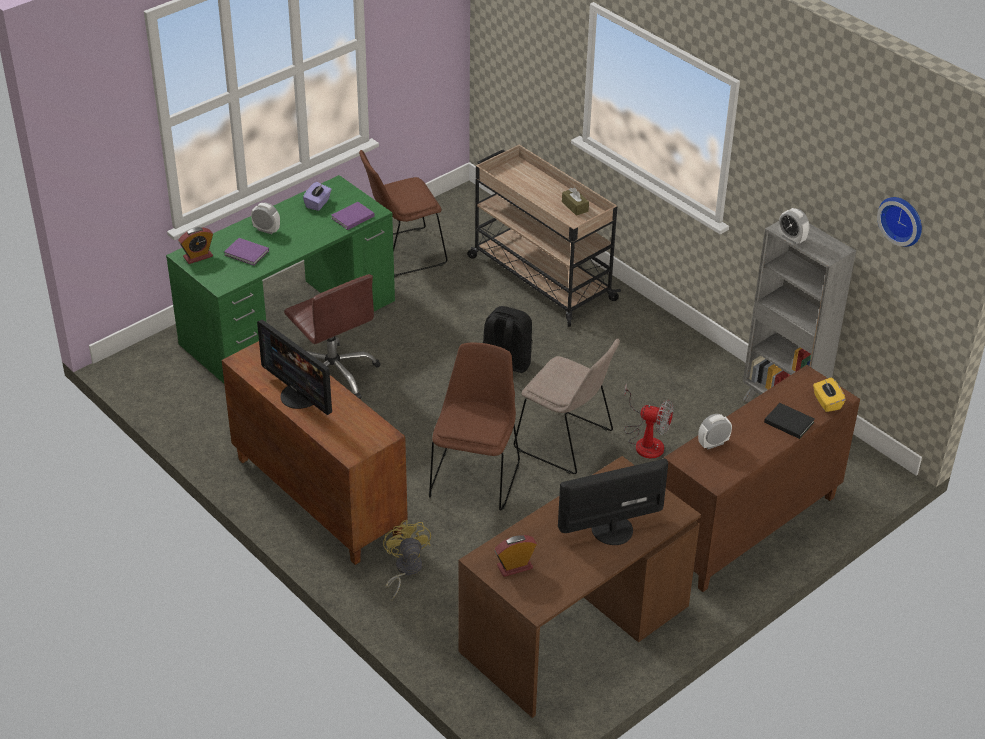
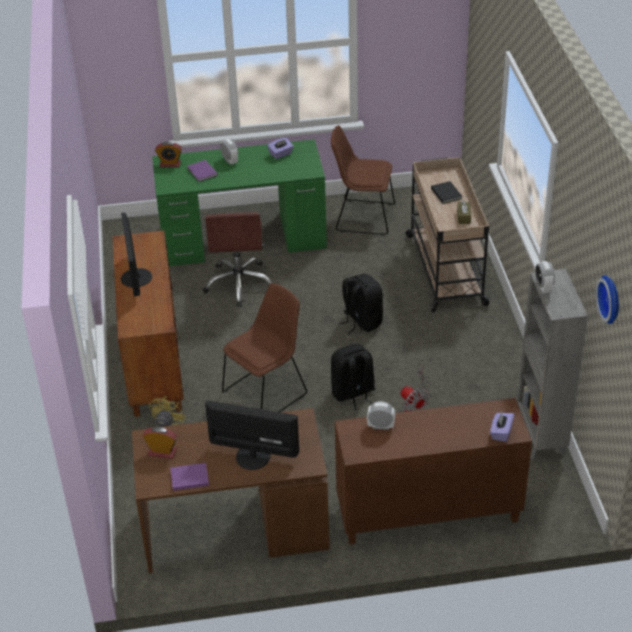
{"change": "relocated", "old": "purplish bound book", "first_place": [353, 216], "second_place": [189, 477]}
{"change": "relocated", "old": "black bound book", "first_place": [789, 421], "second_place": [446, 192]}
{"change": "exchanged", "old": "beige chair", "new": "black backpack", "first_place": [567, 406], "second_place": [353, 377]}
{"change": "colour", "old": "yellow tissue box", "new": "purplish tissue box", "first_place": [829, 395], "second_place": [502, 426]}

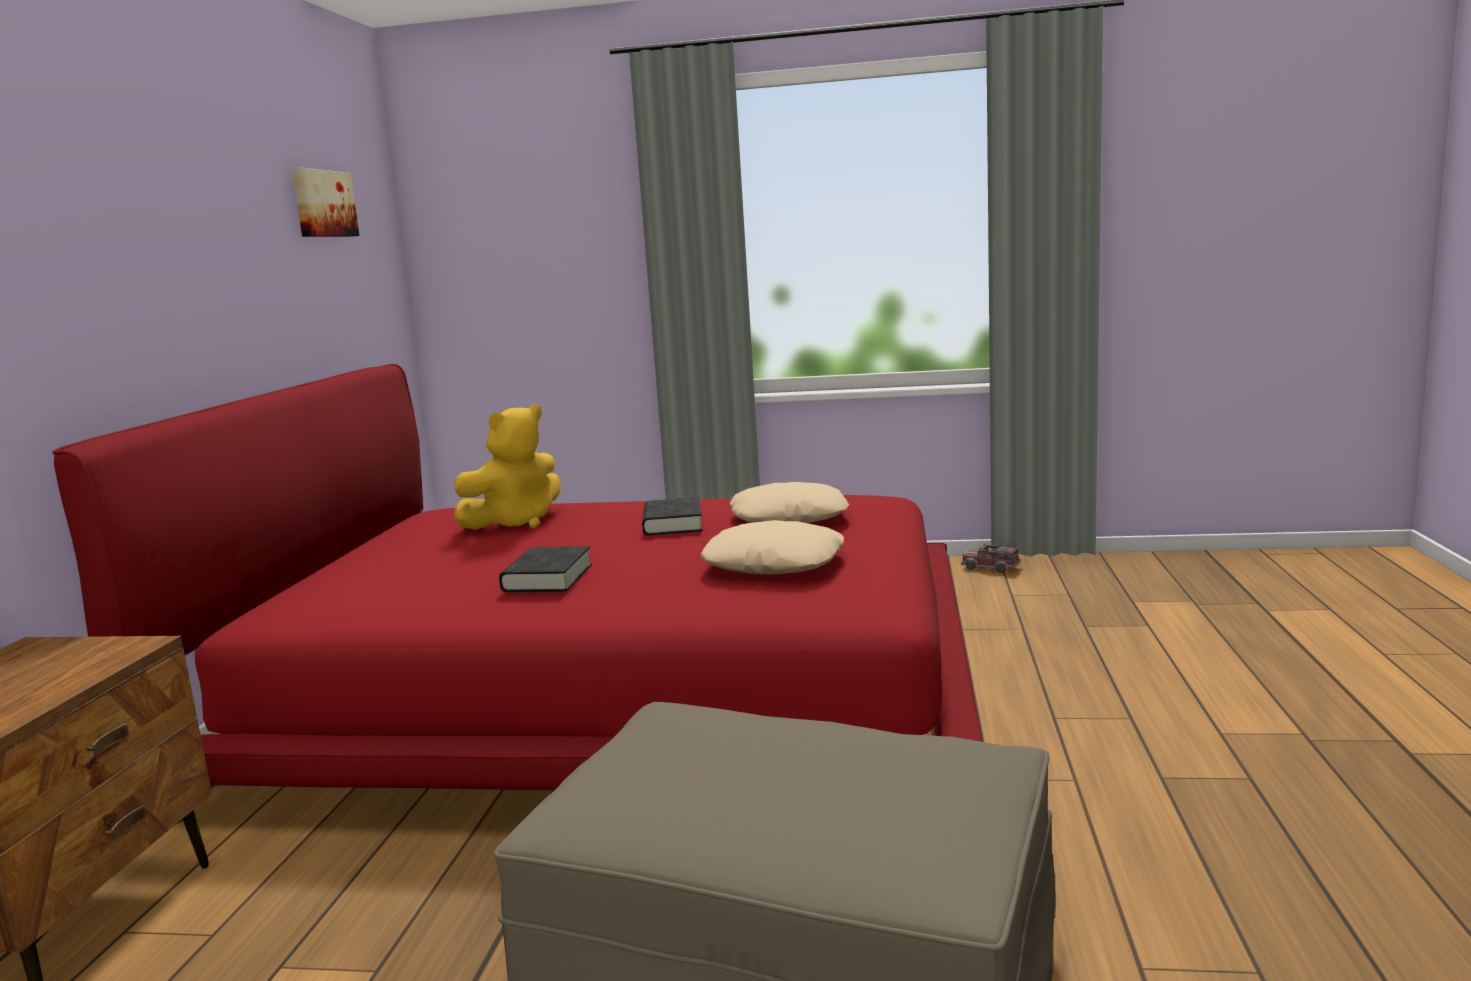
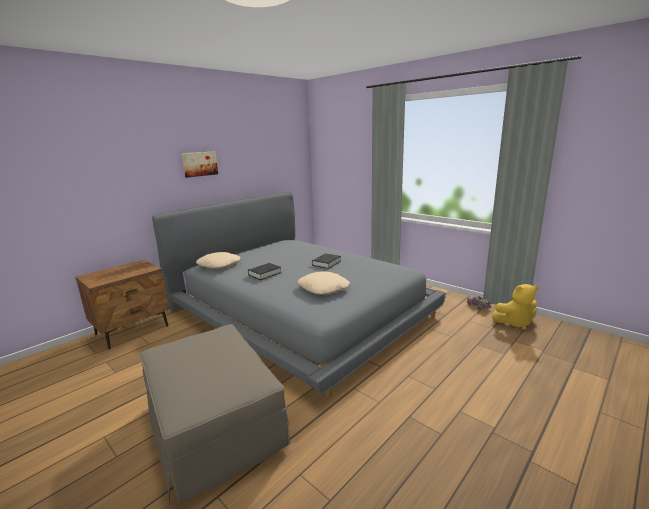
{"change": "relocated", "old": "wall picture", "first_place": [326, 202], "second_place": [200, 164]}
{"change": "relocated", "old": "yellow plush toy", "first_place": [507, 467], "second_place": [515, 307]}
{"change": "relocated", "old": "beige pillow", "first_place": [789, 502], "second_place": [218, 260]}
{"change": "colour", "old": "red-coloured bed", "new": "grey bed", "first_place": [517, 577], "second_place": [299, 295]}

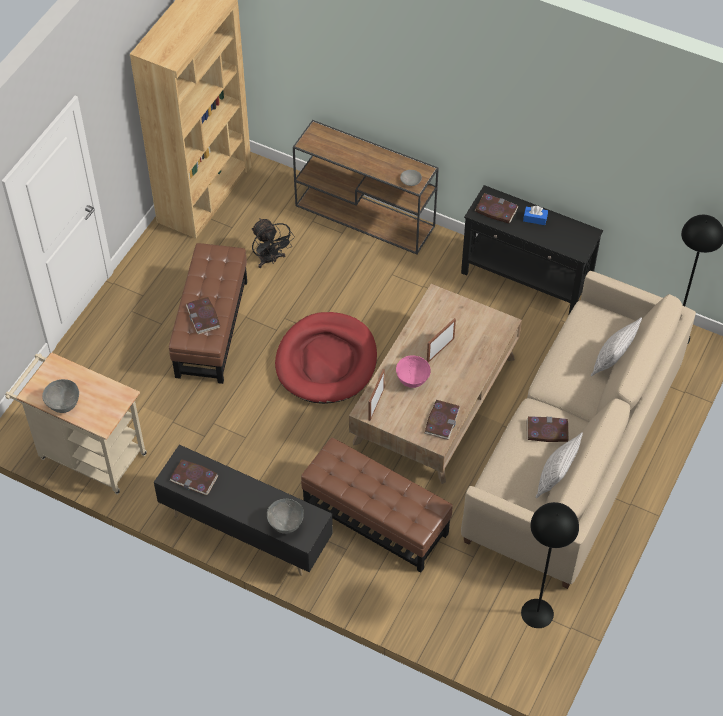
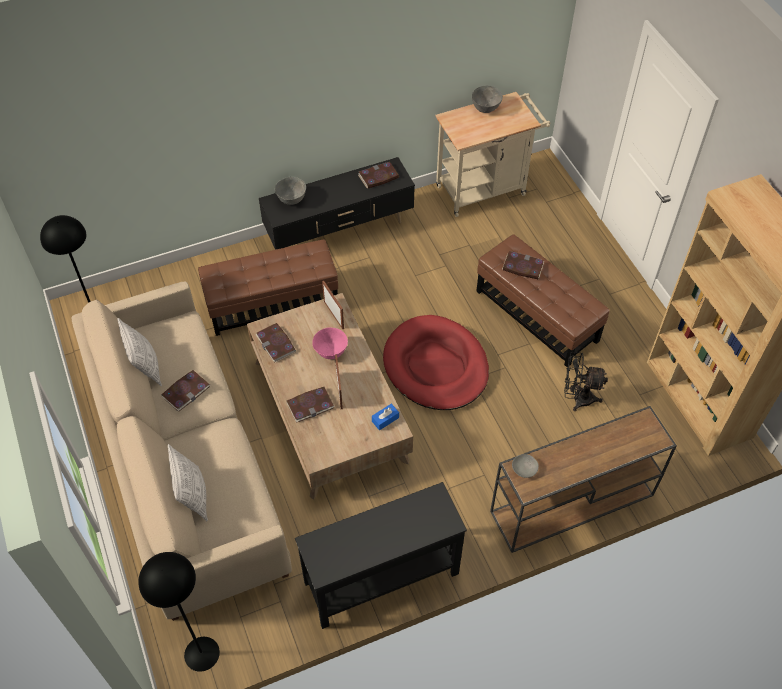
{"change": "relocated", "old": "bound book", "first_place": [497, 208], "second_place": [310, 405]}
{"change": "relocated", "old": "bluish tissue box", "first_place": [535, 215], "second_place": [385, 417]}

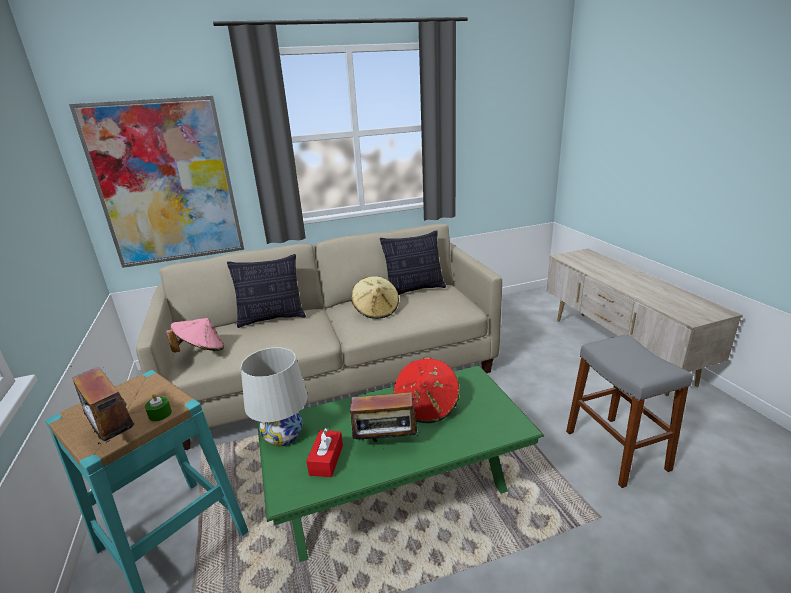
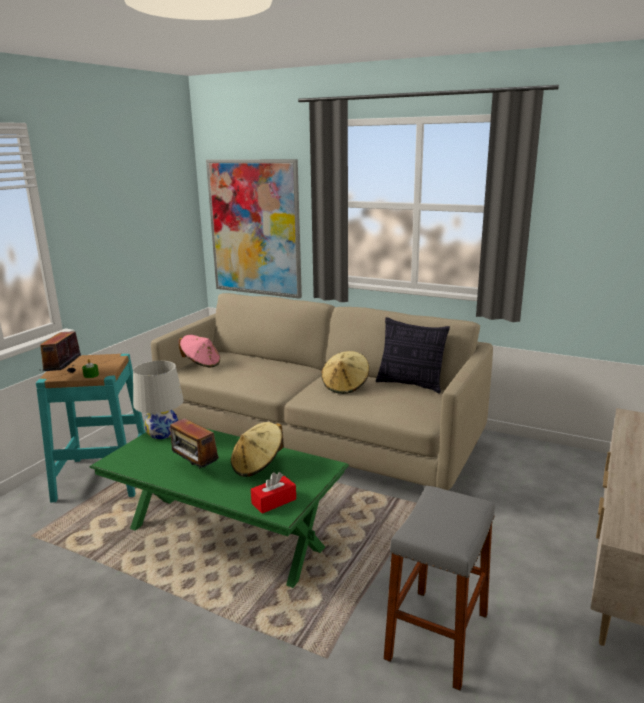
{"change": "missing", "old": "pillow", "first_place": [266, 291]}
{"change": "relocated", "old": "red-coloured tissue box", "first_place": [324, 452], "second_place": [273, 493]}
{"change": "colour", "old": "red-coloured clothing hat", "new": "beige clothing hat", "first_place": [426, 390], "second_place": [257, 449]}

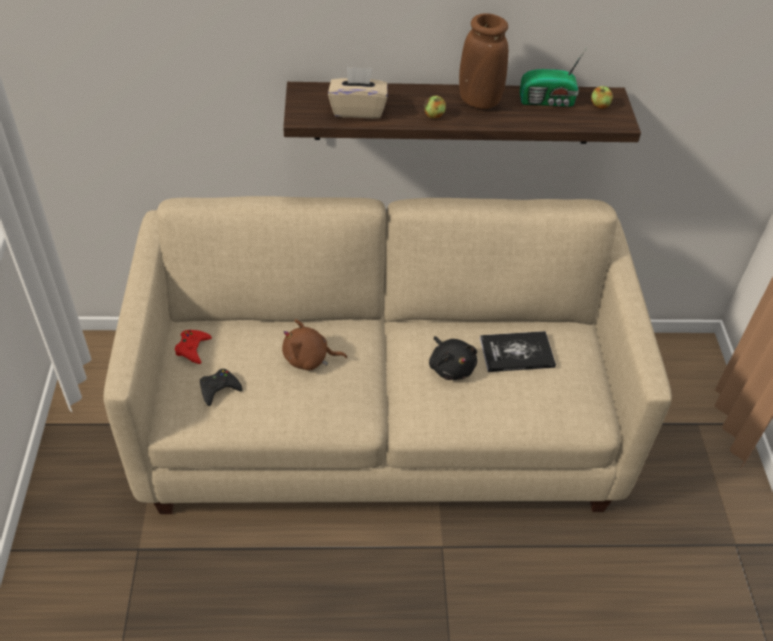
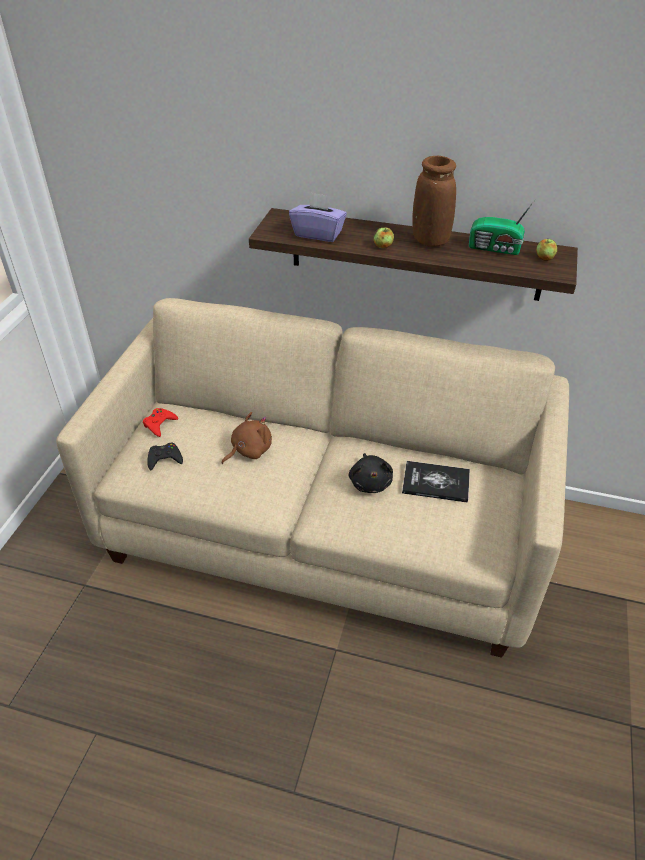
{"change": "colour", "old": "beige tissue box", "new": "purplish tissue box", "first_place": [358, 93], "second_place": [318, 217]}
{"change": "spun", "old": "brown-coloured plush toy", "first_place": [314, 345], "second_place": [246, 438], "degrees": 120}

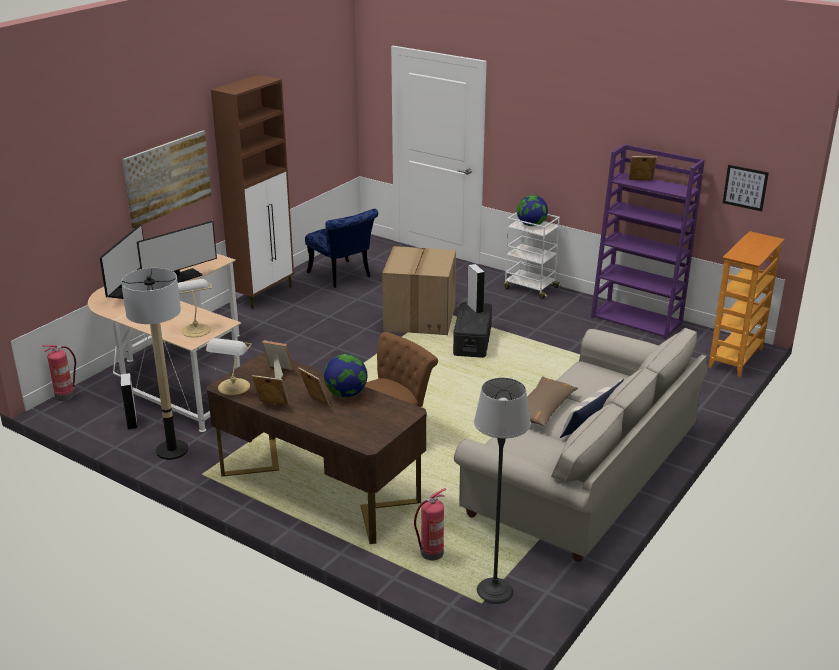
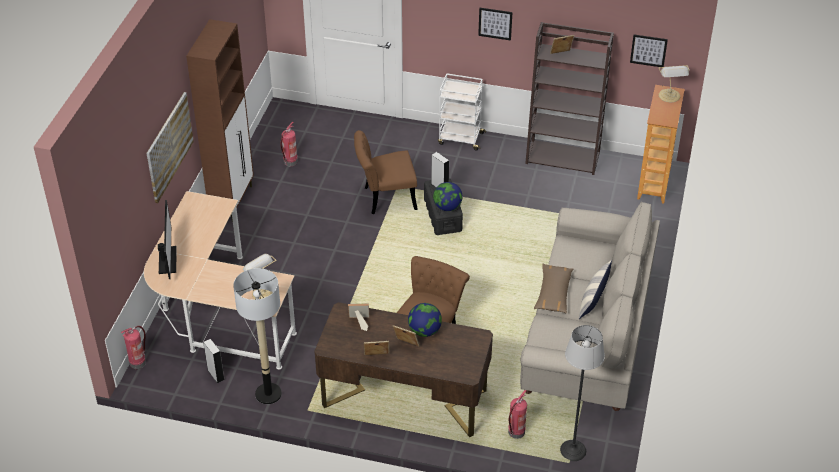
{"change": "missing", "old": "monitor", "first_place": [177, 252]}
{"change": "appeared", "new": "wall picture", "second_place": [495, 24]}
{"change": "relocated", "old": "table lamp", "first_place": [229, 366], "second_place": [674, 83]}
{"change": "relocated", "old": "world globe", "first_place": [532, 210], "second_place": [448, 196]}
{"change": "exchanged", "old": "bluish chair", "new": "fire extinguisher", "first_place": [341, 248], "second_place": [289, 144]}
{"change": "exchanged", "old": "cardboard box", "new": "brown-coloured chair", "first_place": [419, 290], "second_place": [386, 172]}
{"change": "colour", "old": "purplish bookcase", "new": "brown-coloured bookcase", "first_place": [648, 241], "second_place": [569, 98]}

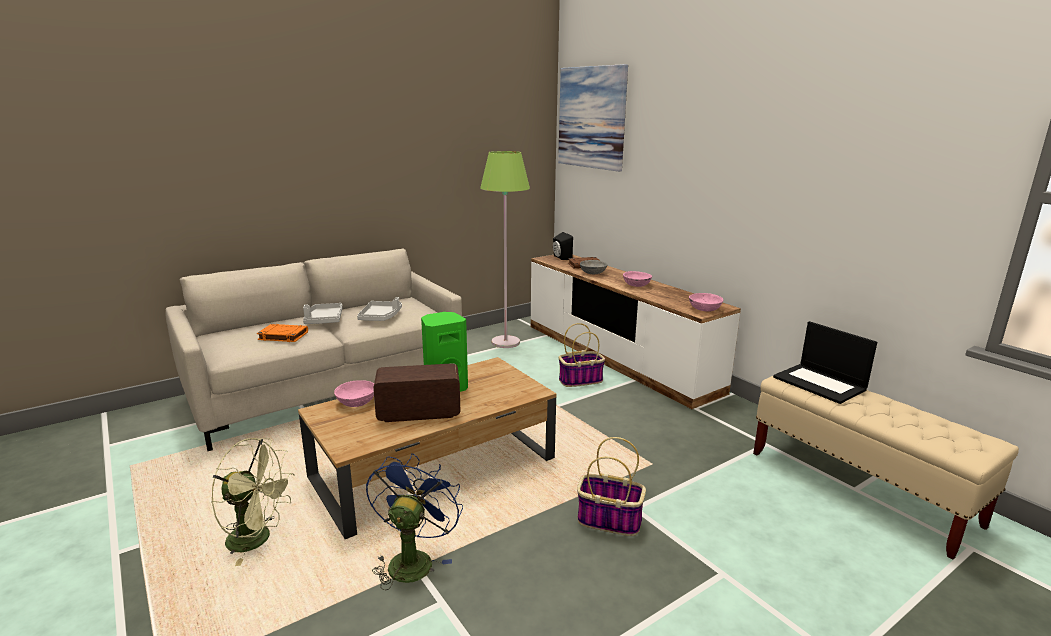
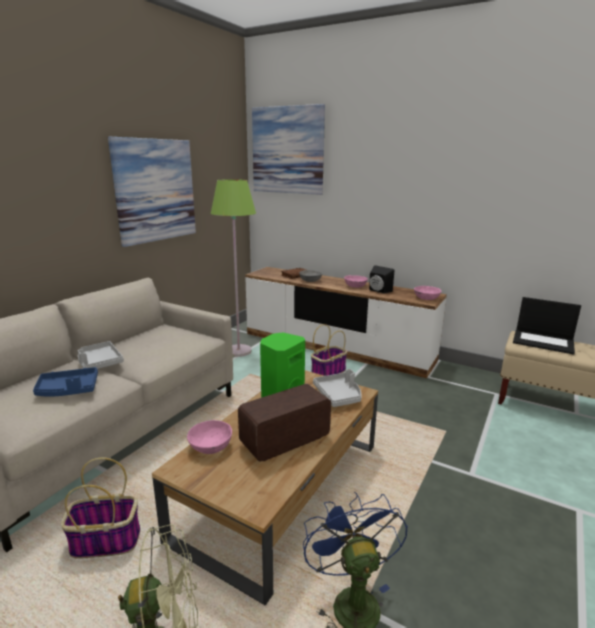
{"change": "appeared", "new": "wall picture", "second_place": [152, 192]}
{"change": "relocated", "old": "grey tray", "first_place": [379, 309], "second_place": [337, 388]}
{"change": "relocated", "old": "black loudspeaker", "first_place": [563, 246], "second_place": [381, 279]}
{"change": "relocated", "old": "household basket", "first_place": [611, 486], "second_place": [100, 508]}
{"change": "exchanged", "old": "orange-coloured bound book", "new": "bluish tray", "first_place": [282, 333], "second_place": [65, 382]}

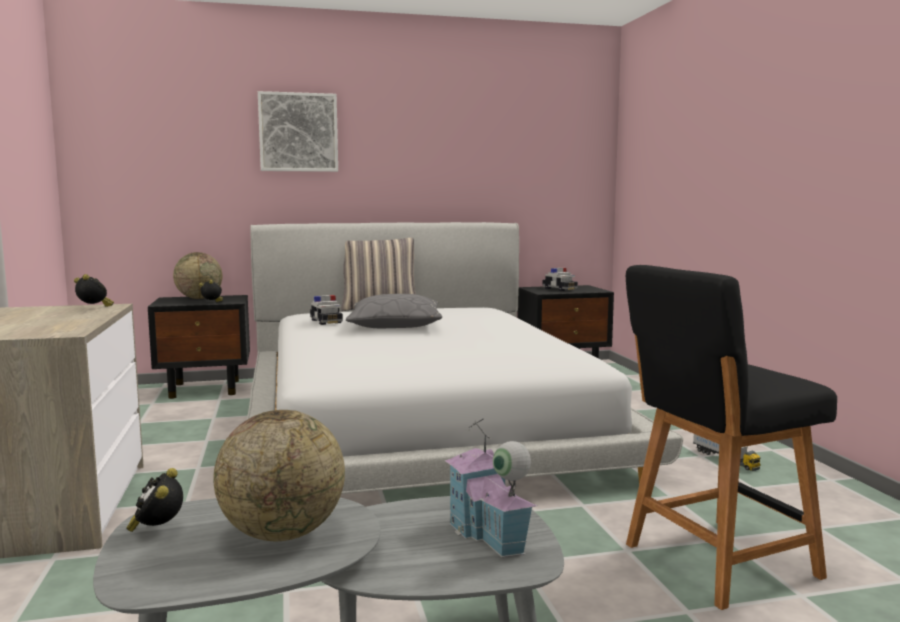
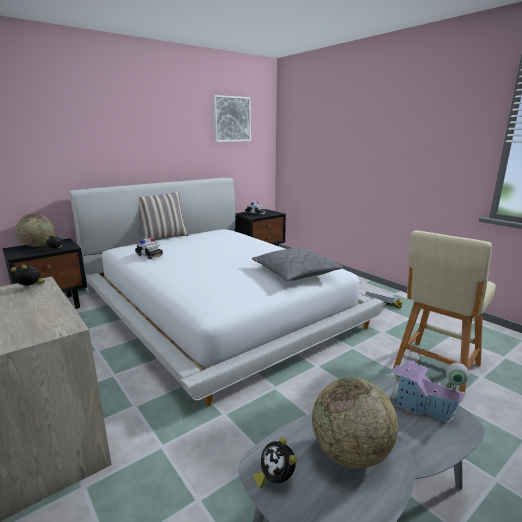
{"change": "relocated", "old": "wall picture", "first_place": [298, 131], "second_place": [232, 118]}
{"change": "relocated", "old": "grey pillow", "first_place": [394, 311], "second_place": [297, 264]}
{"change": "colour", "old": "black stool", "new": "beige stool", "first_place": [731, 437], "second_place": [444, 311]}

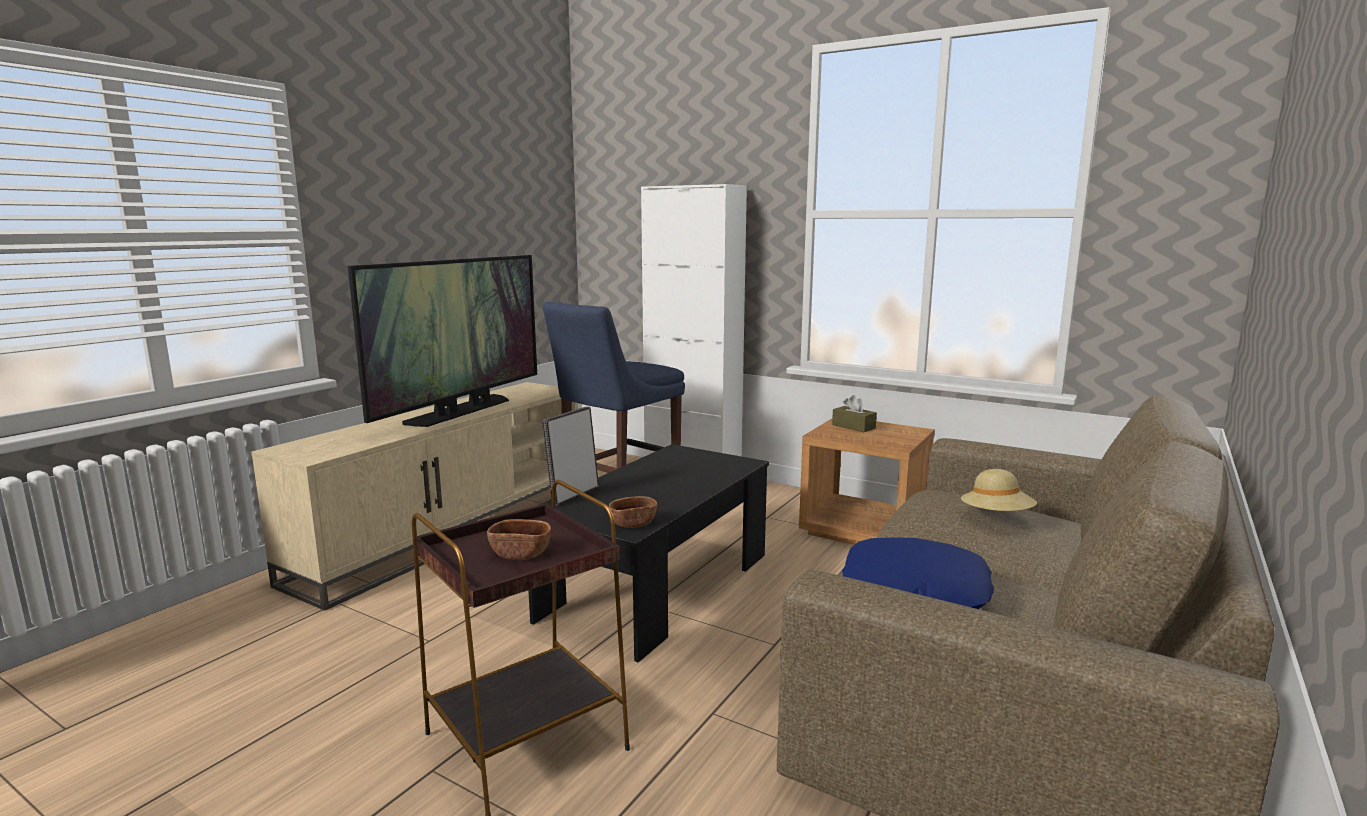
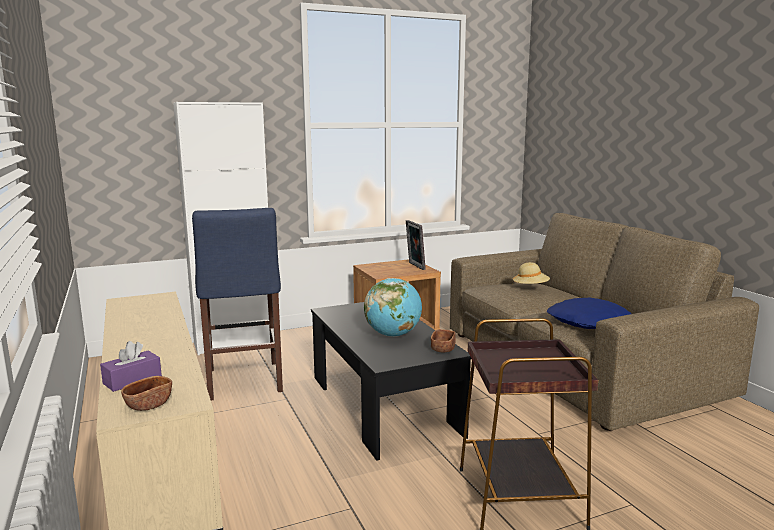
{"change": "missing", "old": "TV set", "first_place": [442, 341]}
{"change": "missing", "old": "brown-coloured tissue box", "first_place": [854, 413]}
{"change": "appeared", "new": "purplish tissue box", "second_place": [131, 366]}
{"change": "appeared", "new": "world globe", "second_place": [393, 307]}
{"change": "relocated", "old": "brown-coloured serving bowl", "first_place": [519, 539], "second_place": [146, 393]}
{"change": "relocated", "old": "photo frame", "first_place": [570, 456], "second_place": [416, 245]}

